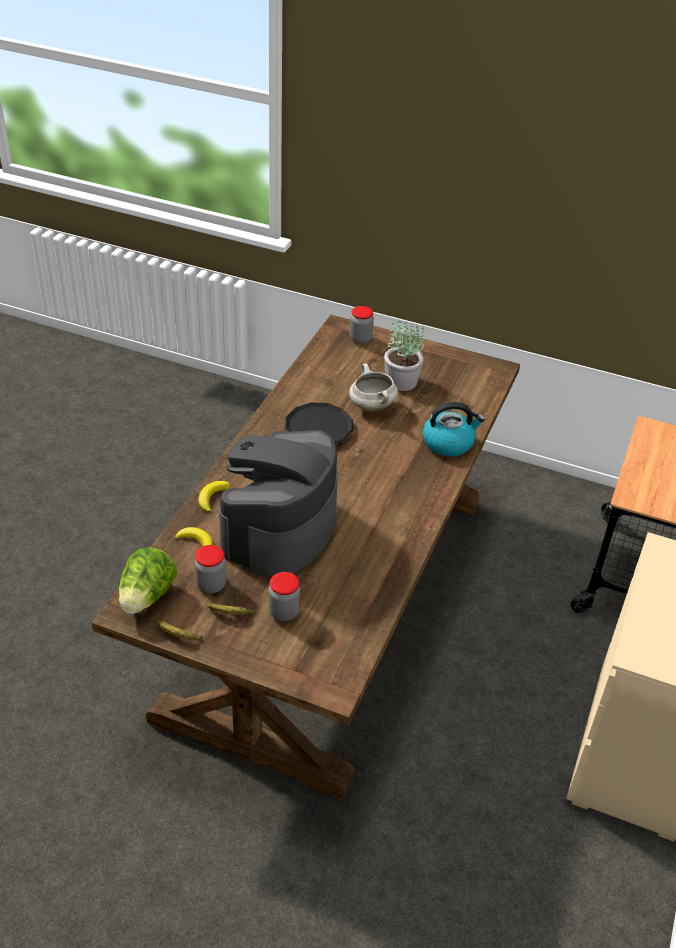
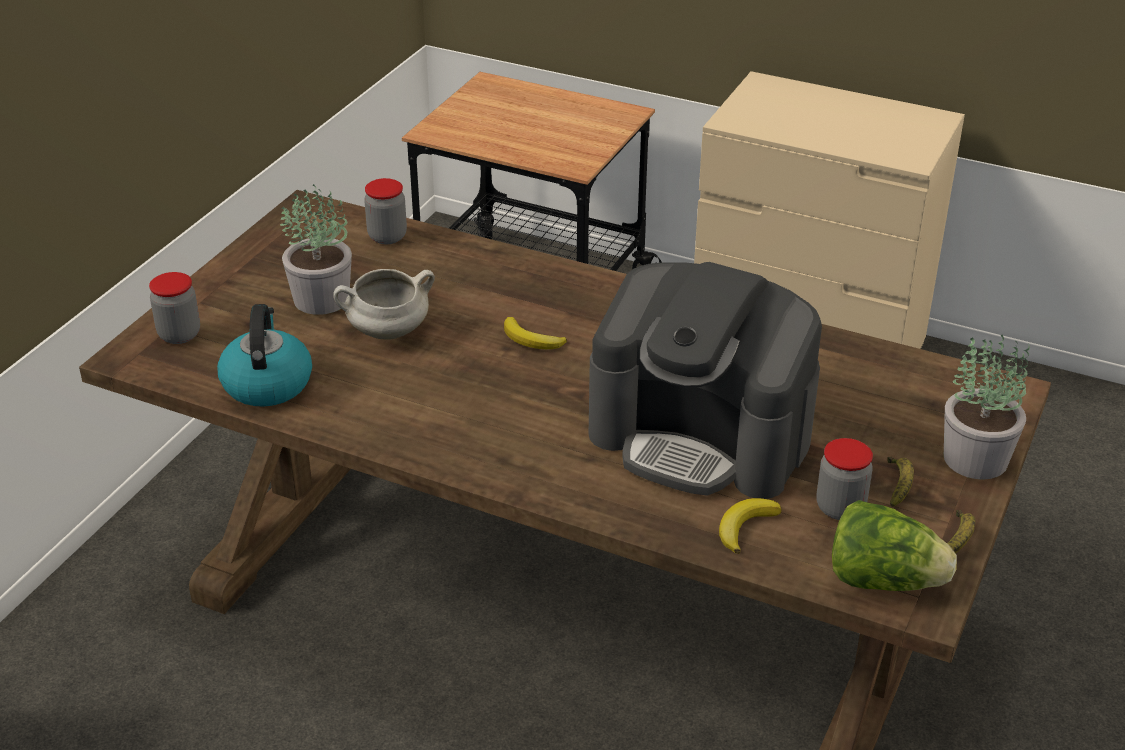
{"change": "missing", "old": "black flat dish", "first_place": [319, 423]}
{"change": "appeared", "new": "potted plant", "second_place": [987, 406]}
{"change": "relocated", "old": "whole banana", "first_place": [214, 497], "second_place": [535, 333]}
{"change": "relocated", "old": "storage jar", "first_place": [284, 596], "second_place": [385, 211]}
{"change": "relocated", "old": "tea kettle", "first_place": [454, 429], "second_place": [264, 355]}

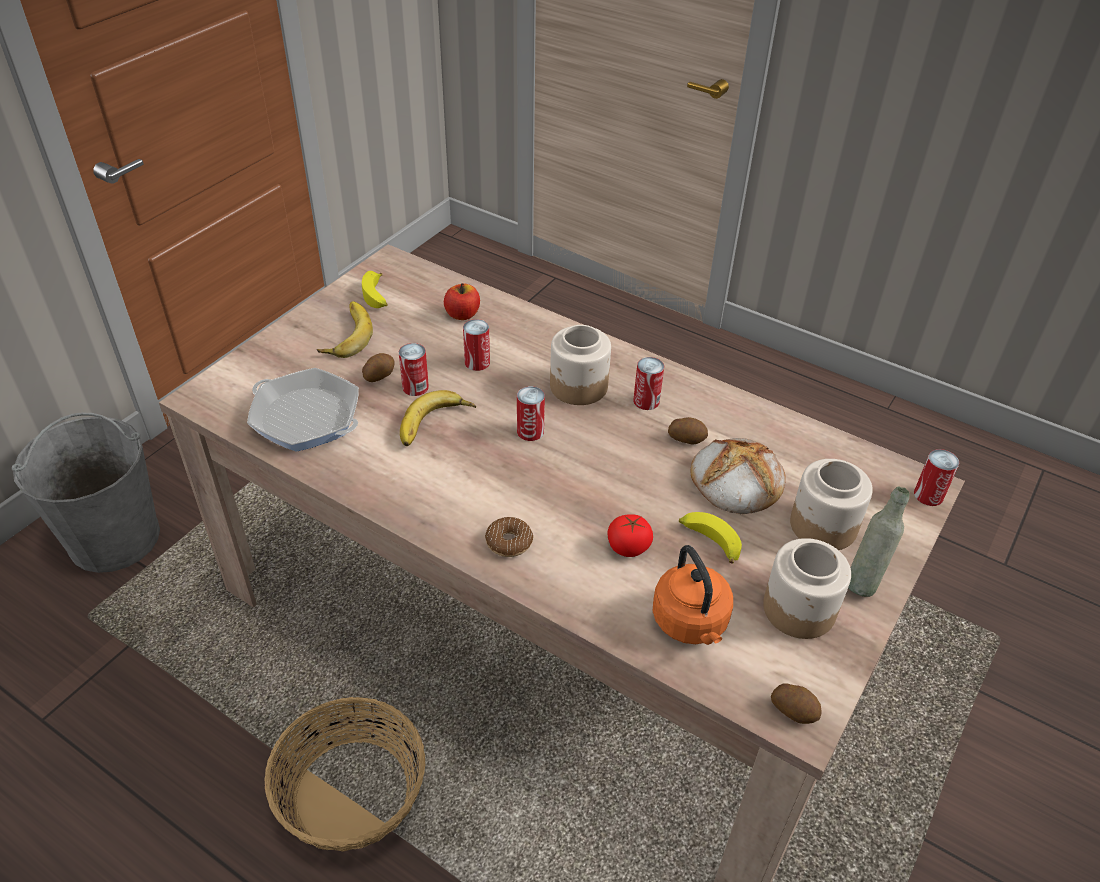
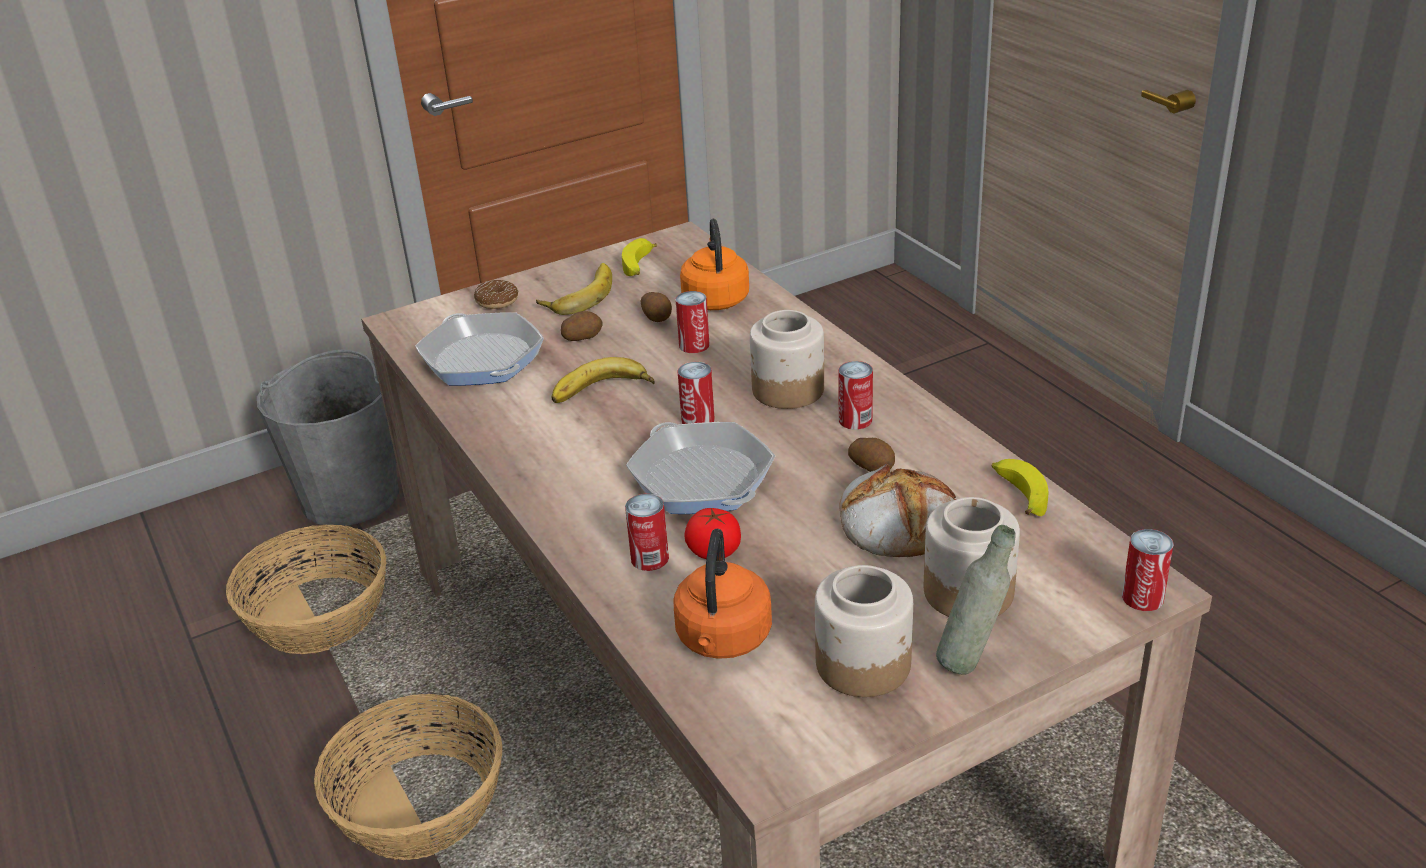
{"change": "appeared", "new": "household basket", "second_place": [306, 589]}
{"change": "appeared", "new": "frying pan", "second_place": [700, 468]}
{"change": "relocated", "old": "sealed can", "first_place": [413, 369], "second_place": [647, 532]}
{"change": "relocated", "old": "ring doughnut", "first_place": [509, 537], "second_place": [496, 294]}
{"change": "relocated", "old": "whole banana", "first_place": [710, 538], "second_place": [1020, 487]}
{"change": "relocated", "old": "potato", "first_place": [796, 703], "second_place": [656, 307]}
{"change": "exchanged", "old": "apple fruit", "new": "orange-coloured tea kettle", "first_place": [462, 301], "second_place": [714, 264]}

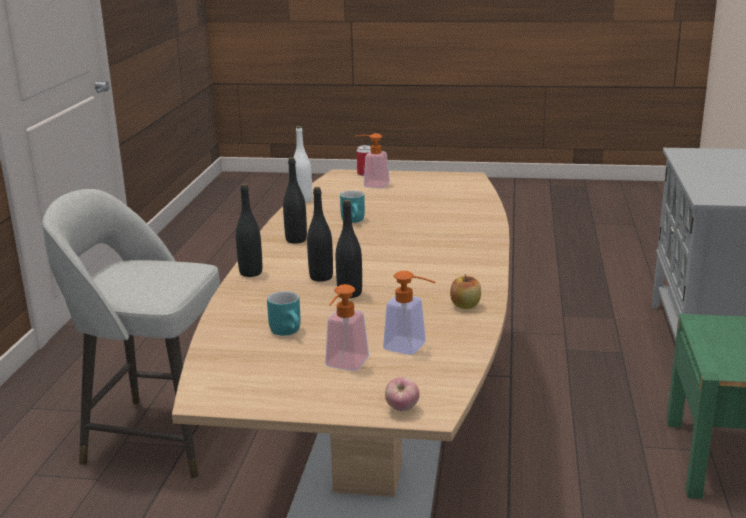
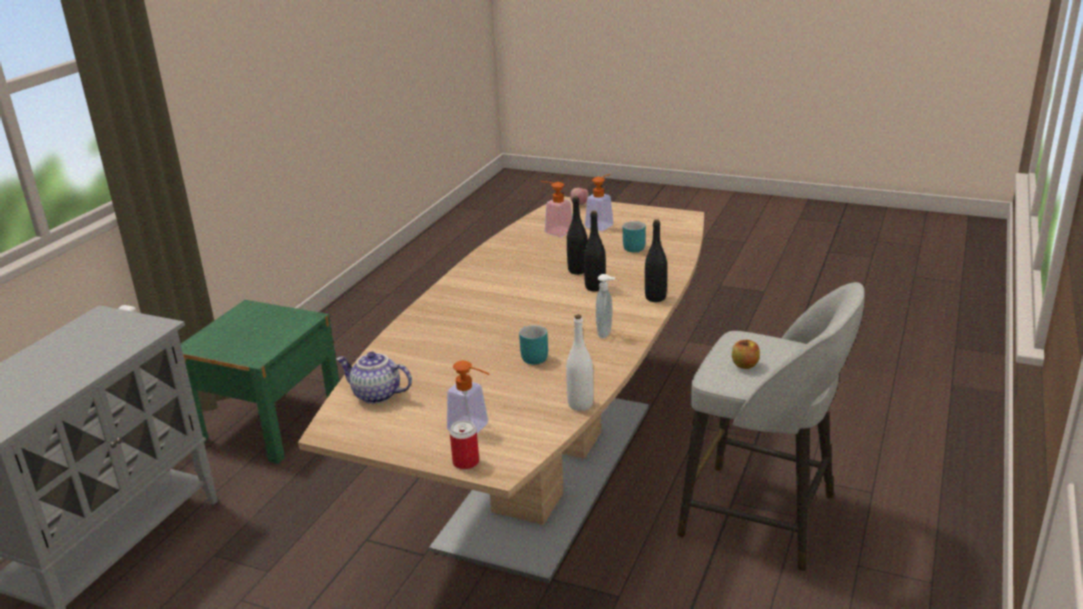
{"change": "appeared", "new": "pot for tea", "second_place": [374, 378]}
{"change": "relocated", "old": "apple fruit", "first_place": [465, 291], "second_place": [746, 354]}
{"change": "exchanged", "old": "black drink bottle", "new": "liquid soap bottle", "first_place": [295, 200], "second_place": [606, 306]}

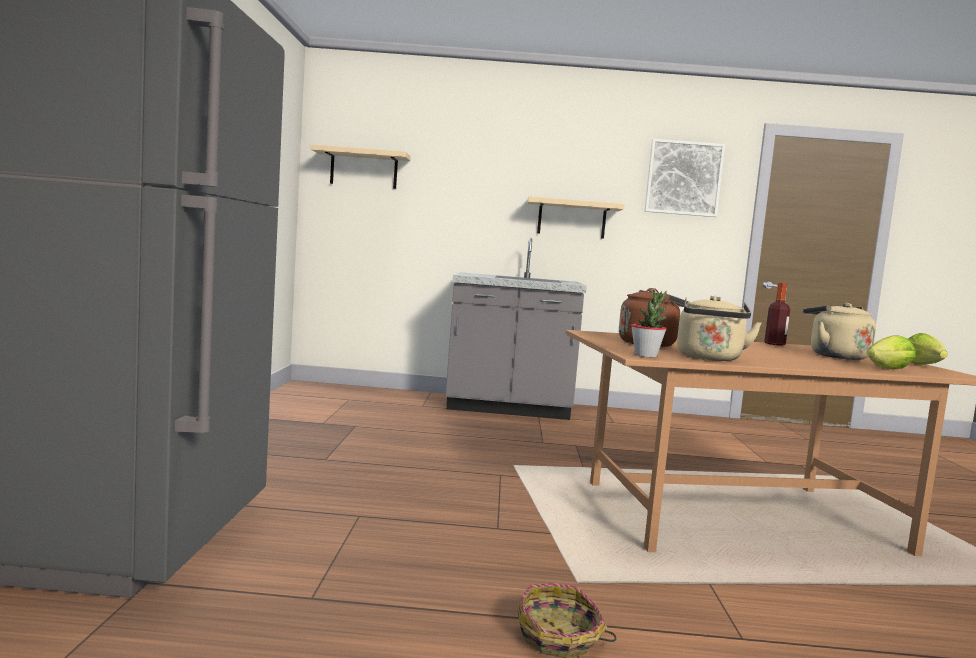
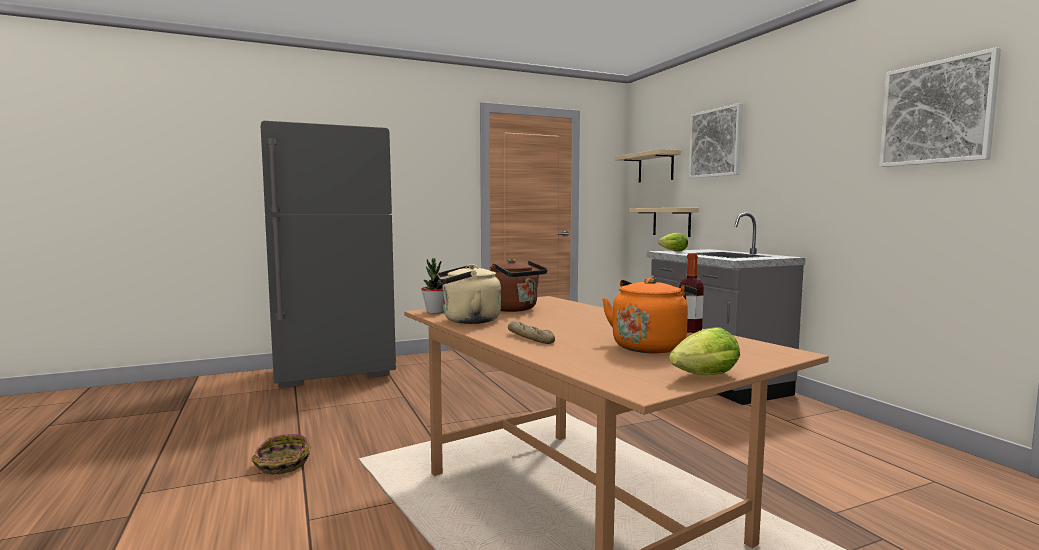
{"change": "appeared", "new": "baked bread", "second_place": [531, 332]}
{"change": "appeared", "new": "wall picture", "second_place": [716, 141]}
{"change": "relocated", "old": "beige bracket shelf", "first_place": [575, 217], "second_place": [663, 222]}
{"change": "relocated", "old": "lettuce", "first_place": [891, 352], "second_place": [673, 242]}
{"change": "colour", "old": "beige tea kettle", "new": "orange-coloured tea kettle", "first_place": [839, 331], "second_place": [649, 315]}

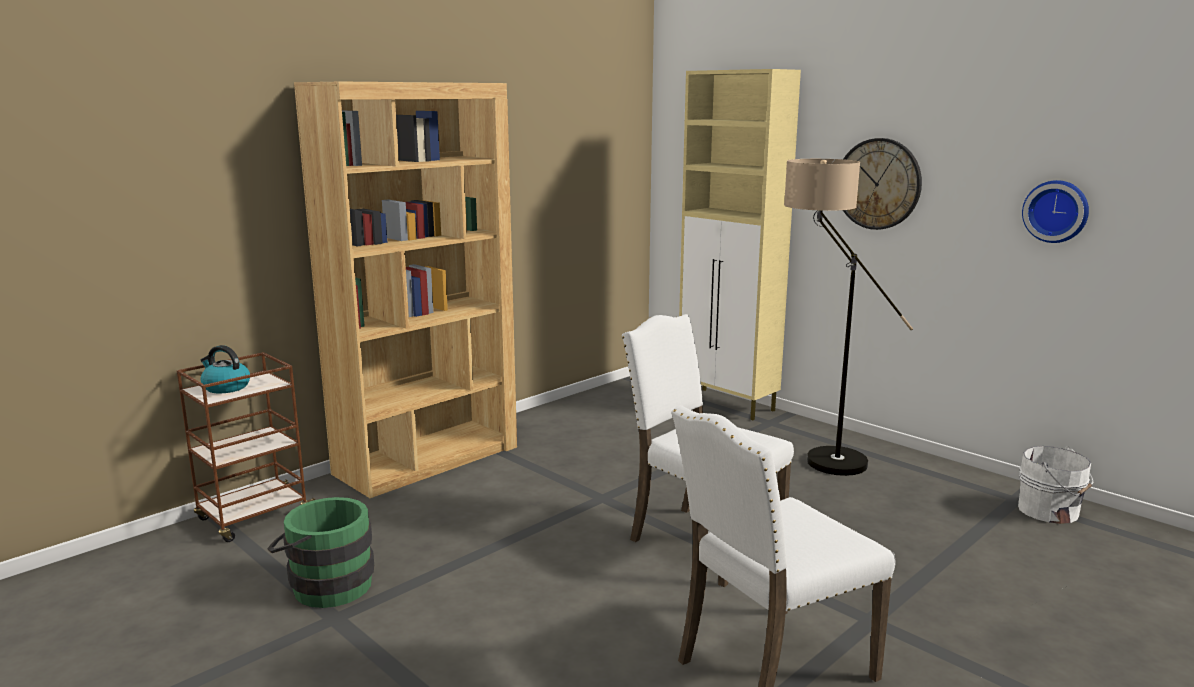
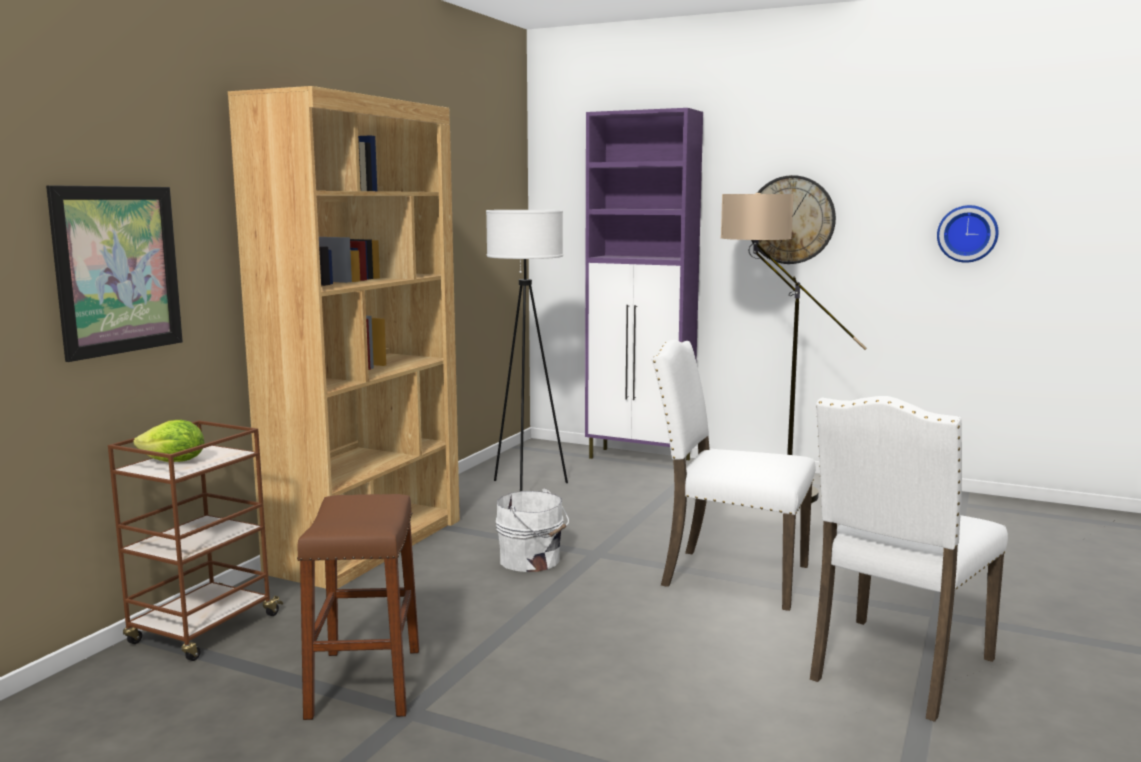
{"change": "appeared", "new": "wall picture", "second_place": [114, 273]}
{"change": "appeared", "new": "white-coloured standing lamp", "second_place": [527, 350]}
{"change": "relocated", "old": "white-coloured bucket", "first_place": [1055, 485], "second_place": [532, 530]}
{"change": "exchanged", "old": "tea kettle", "new": "lettuce", "first_place": [225, 369], "second_place": [169, 441]}
{"change": "exchanged", "old": "green bucket", "new": "brown-coloured stool", "first_place": [320, 552], "second_place": [358, 607]}
{"change": "colour", "old": "beige cupboard", "new": "purplish cupboard", "first_place": [740, 244], "second_place": [644, 284]}

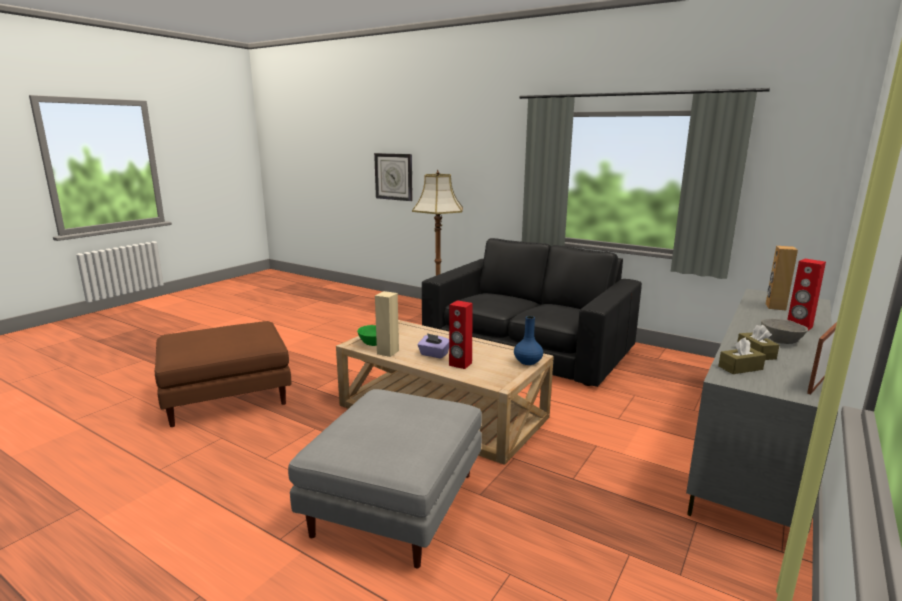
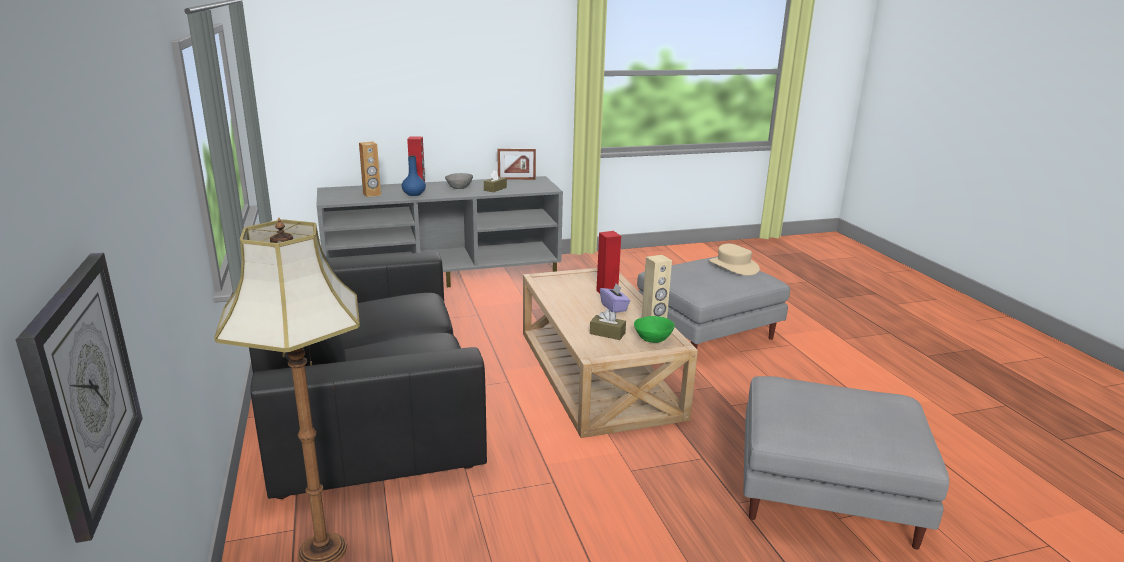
{"change": "appeared", "new": "beige clothing hat", "second_place": [734, 260]}
{"change": "relocated", "old": "bluish vase", "first_place": [528, 340], "second_place": [414, 176]}
{"change": "relocated", "old": "brown-coloured tissue box", "first_place": [742, 356], "second_place": [608, 324]}
{"change": "colour", "old": "brown-coloured footrest", "new": "grey footrest", "first_place": [223, 374], "second_place": [846, 463]}

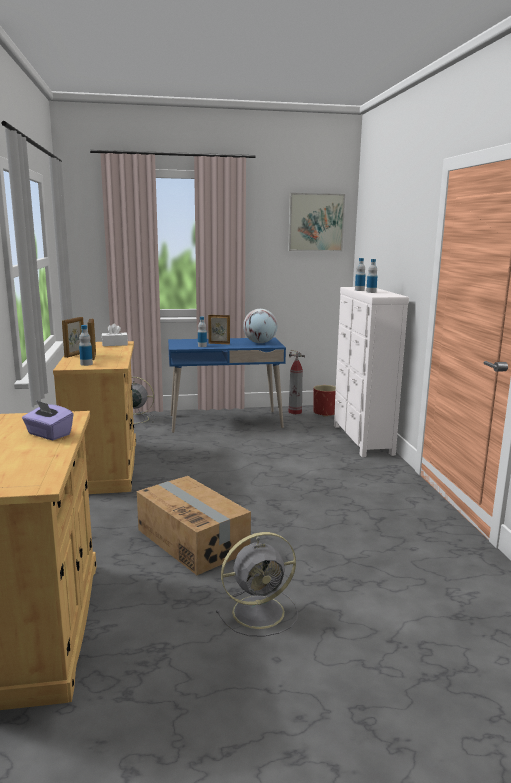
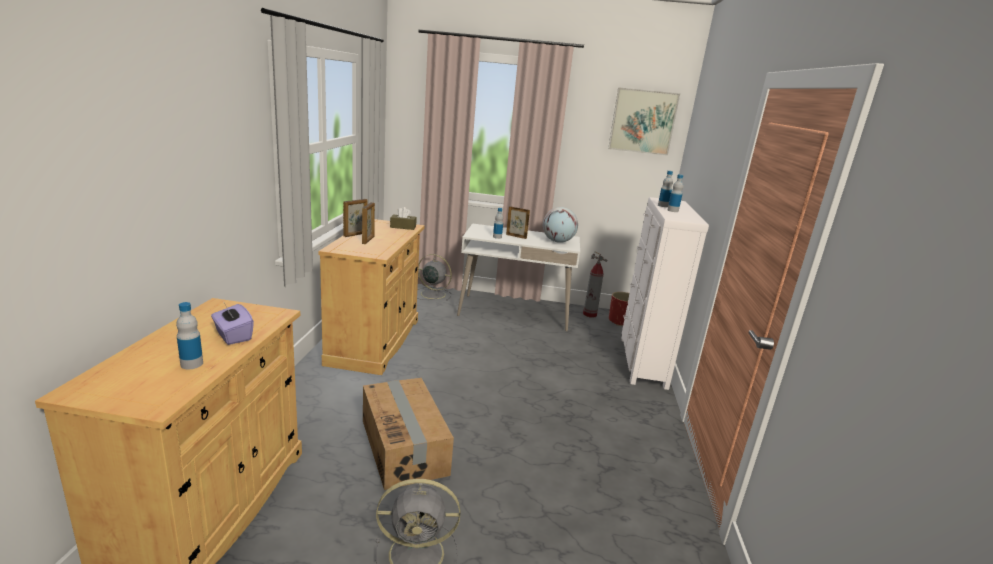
{"change": "relocated", "old": "drink bottle", "first_place": [86, 345], "second_place": [189, 335]}
{"change": "colour", "old": "white-coloured tissue box", "new": "brown-coloured tissue box", "first_place": [115, 335], "second_place": [403, 218]}
{"change": "colour", "old": "bluish desk unit", "new": "white-coloured desk unit", "first_place": [227, 385], "second_place": [518, 277]}

